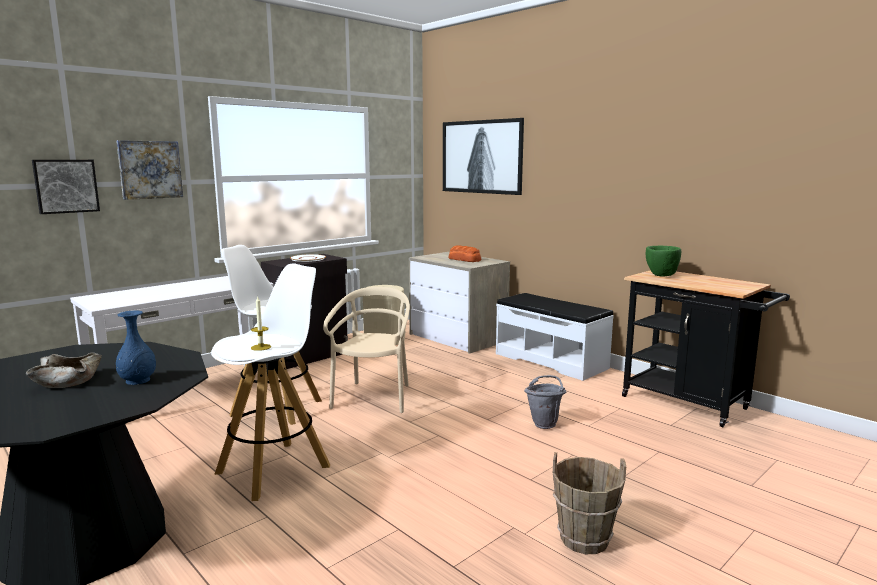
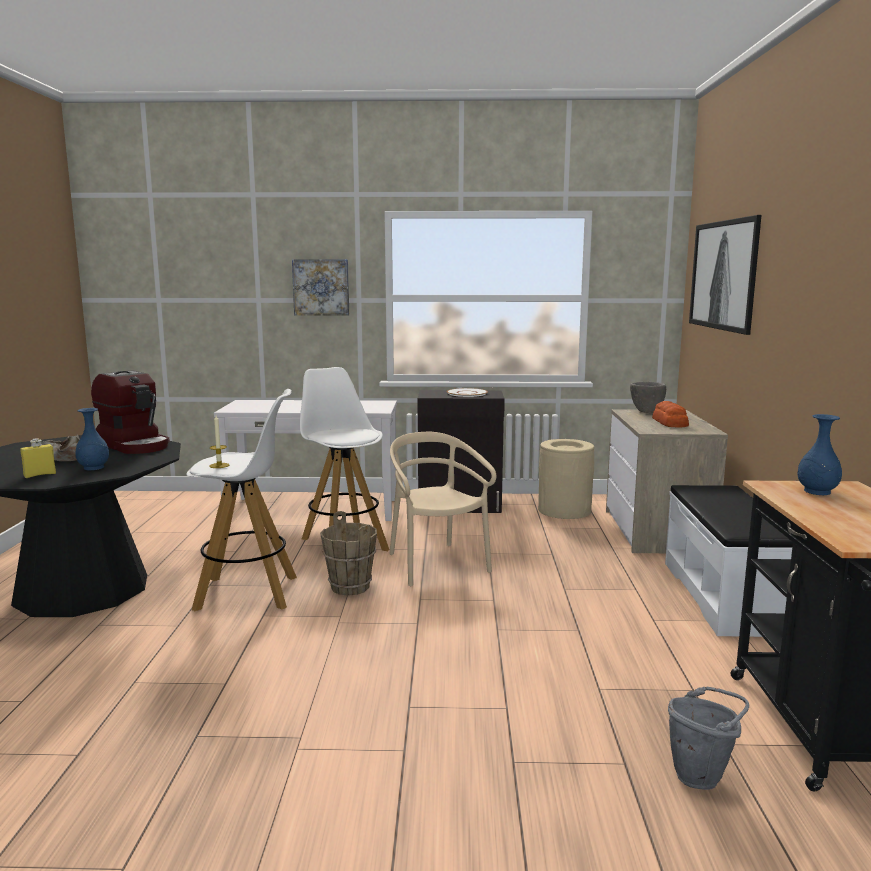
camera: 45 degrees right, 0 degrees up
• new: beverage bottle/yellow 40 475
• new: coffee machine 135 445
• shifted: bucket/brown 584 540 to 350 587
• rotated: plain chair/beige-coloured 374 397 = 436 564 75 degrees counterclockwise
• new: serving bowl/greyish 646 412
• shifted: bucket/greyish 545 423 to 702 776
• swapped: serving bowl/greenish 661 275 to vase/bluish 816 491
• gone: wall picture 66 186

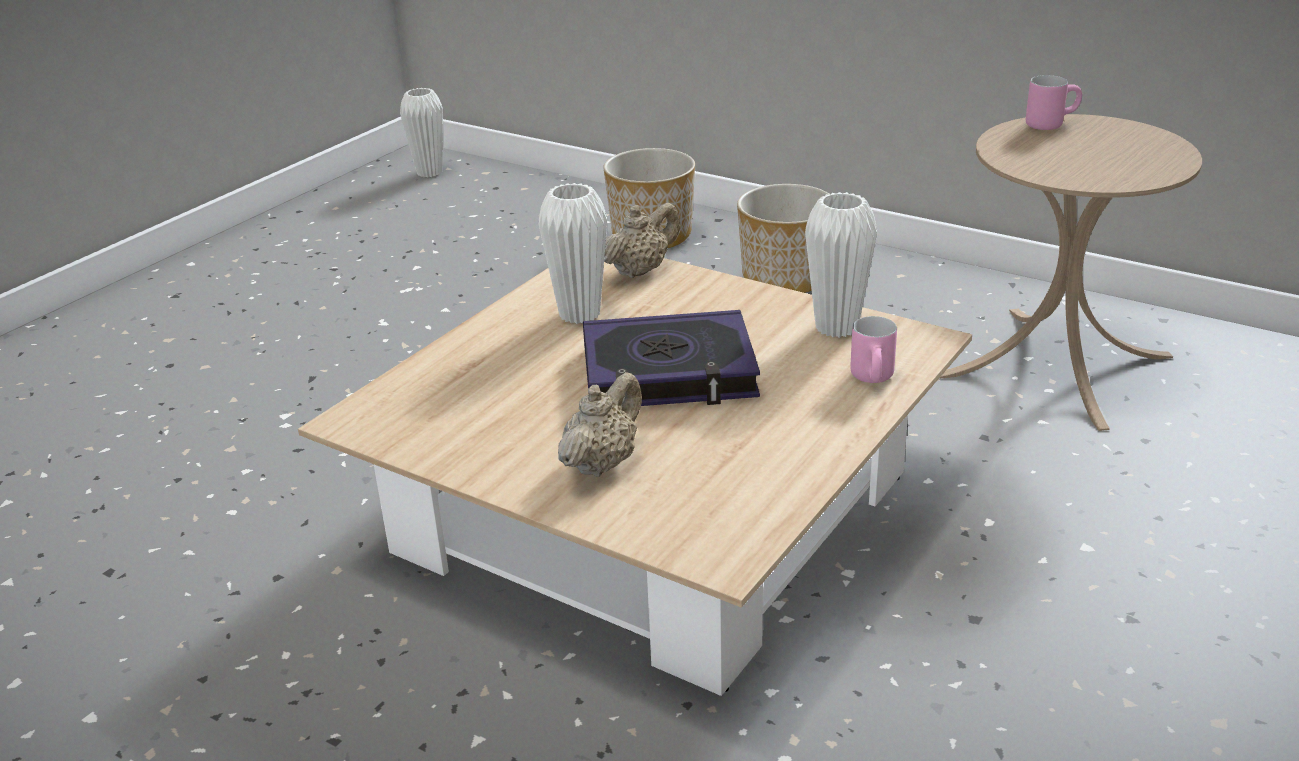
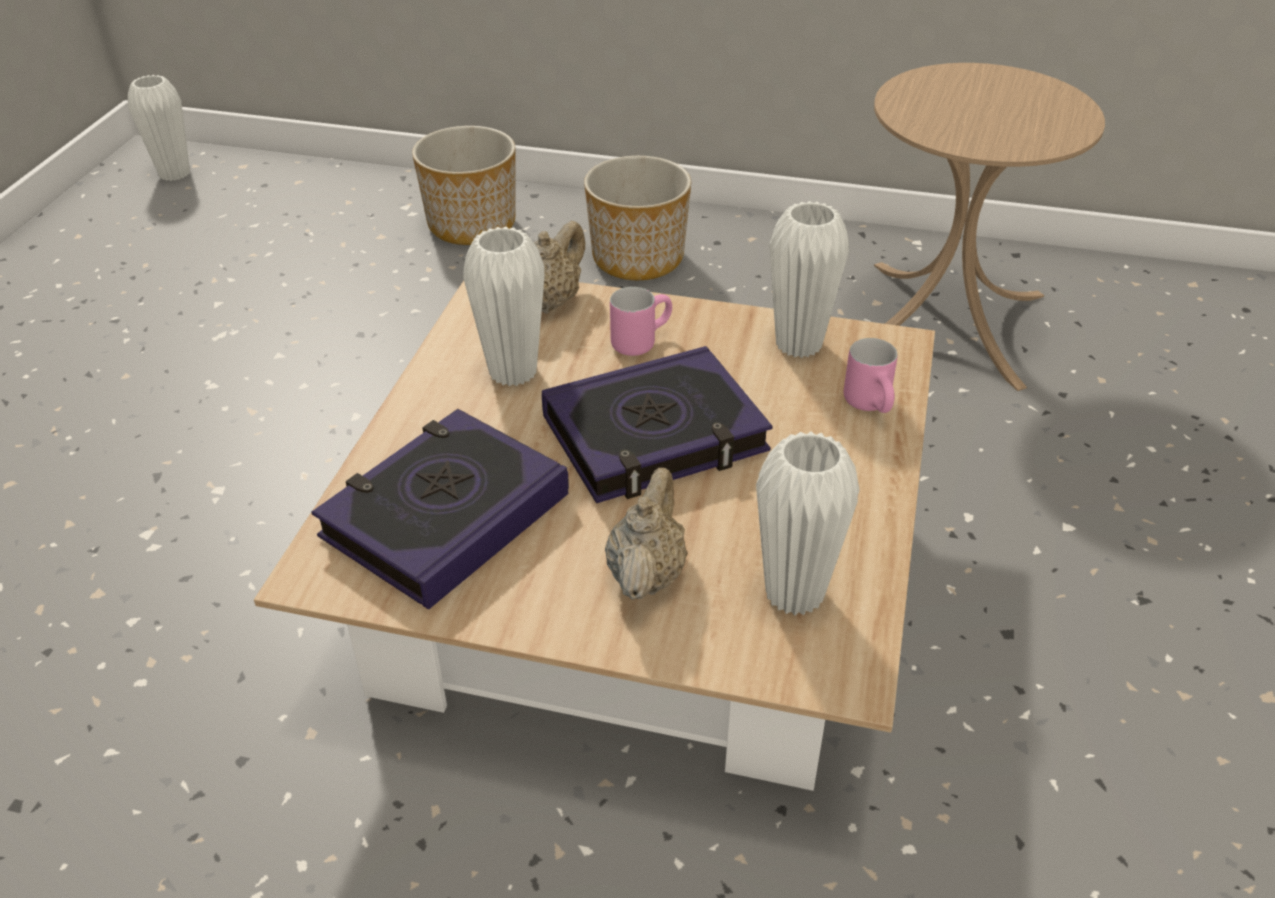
camera: 20 degrees left, 10 degrees up
• new: bound book 445 516
• shifted: mug/pink 1050 123 to 639 340
• new: vase/whitish 794 594

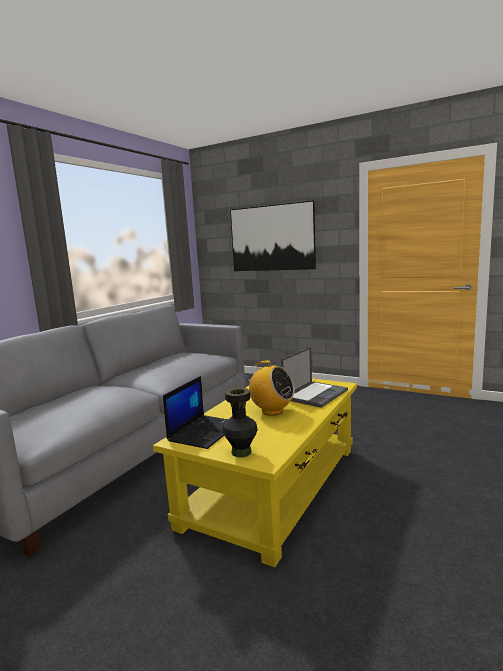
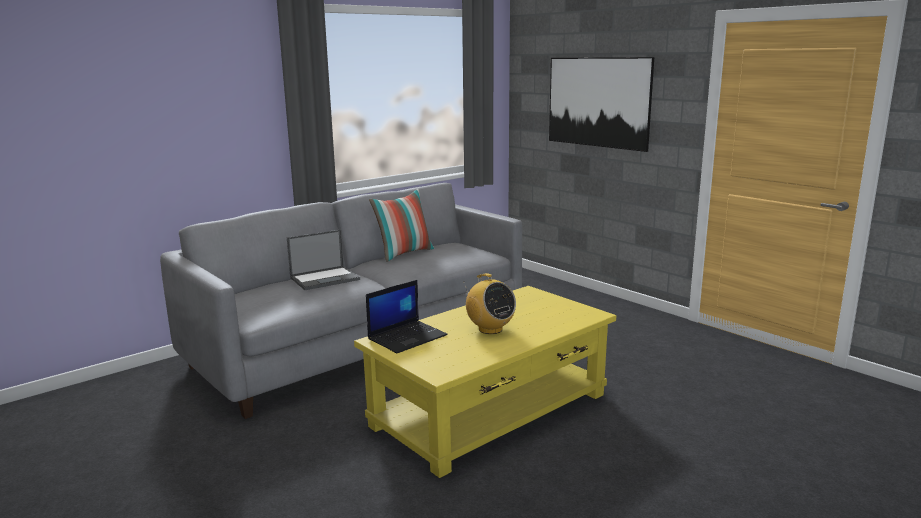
camera: 20 degrees right, 5 degrees up
• shifted: laptop 315 394 to 325 278
• new: cushion 404 254
• gone: vase/black 241 452

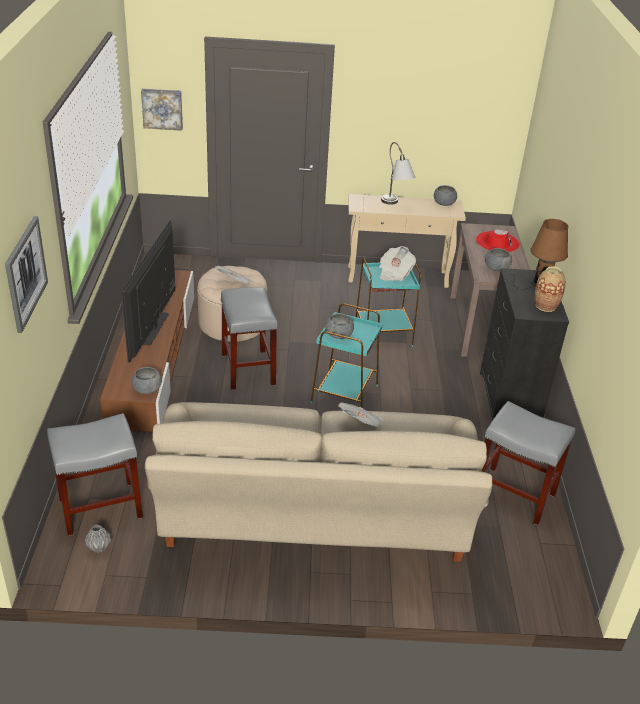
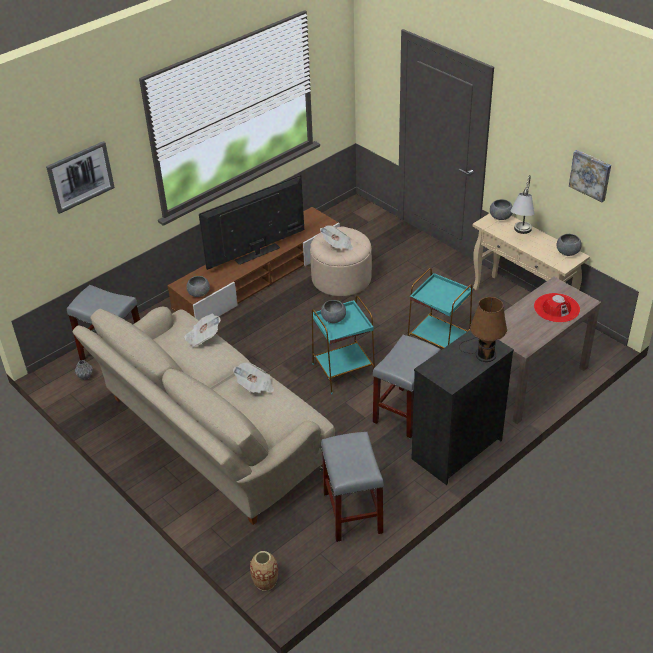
camera: 50 degrees right, 5 degrees up
• shifted: newspaper 394 273 to 203 338
• shifted: vase 545 306 to 265 582
• shifted: stool seat/greyish 248 369 to 405 413
• shifted: serving bowl/greyish 496 268 to 500 217
• shifted: wall picture 162 108 to 591 175

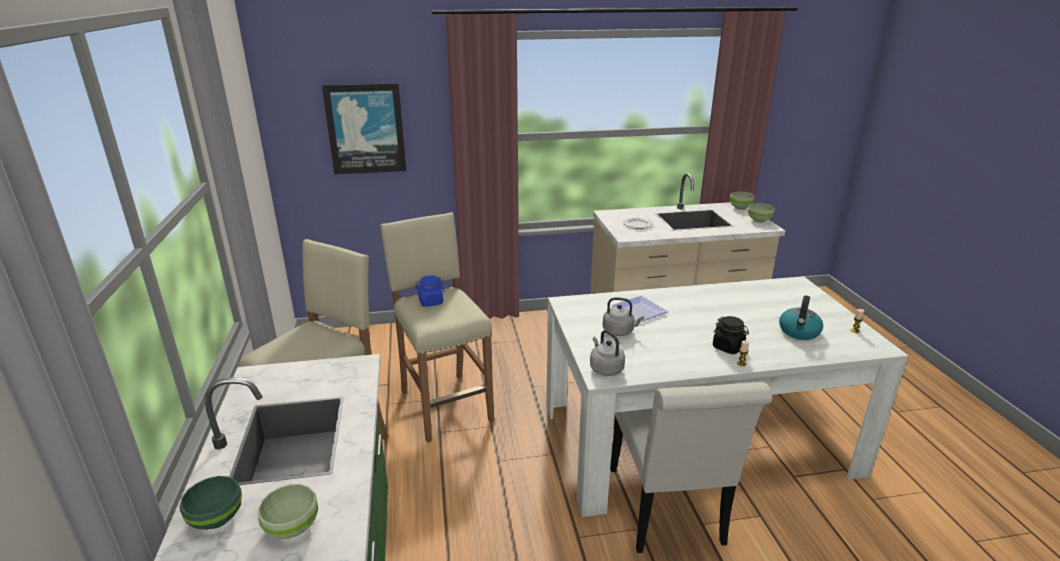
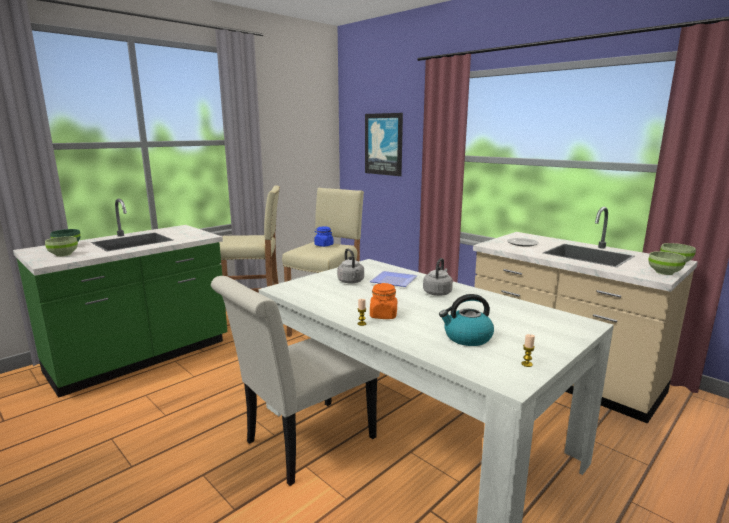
camera: 55 degrees right, 10 degrees down
• repainted: storage jar/black 728 347 to storage jar/orangey 383 315
• shifted: kettle/greyish 605 368 to 437 292

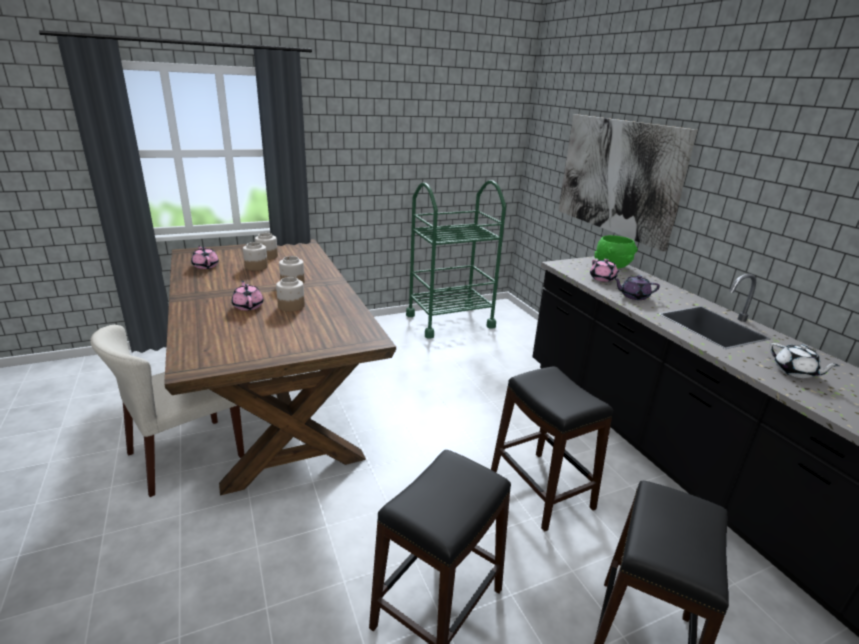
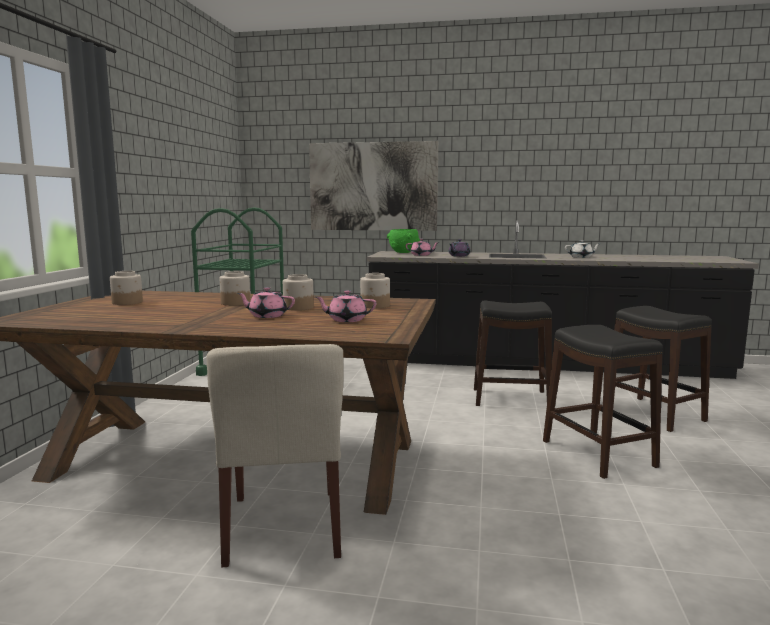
camera: 55 degrees left, 15 degrees down
• shifted: teapot/pink 205 266 to 346 320
• shifted: storage jar 256 267 to 375 306

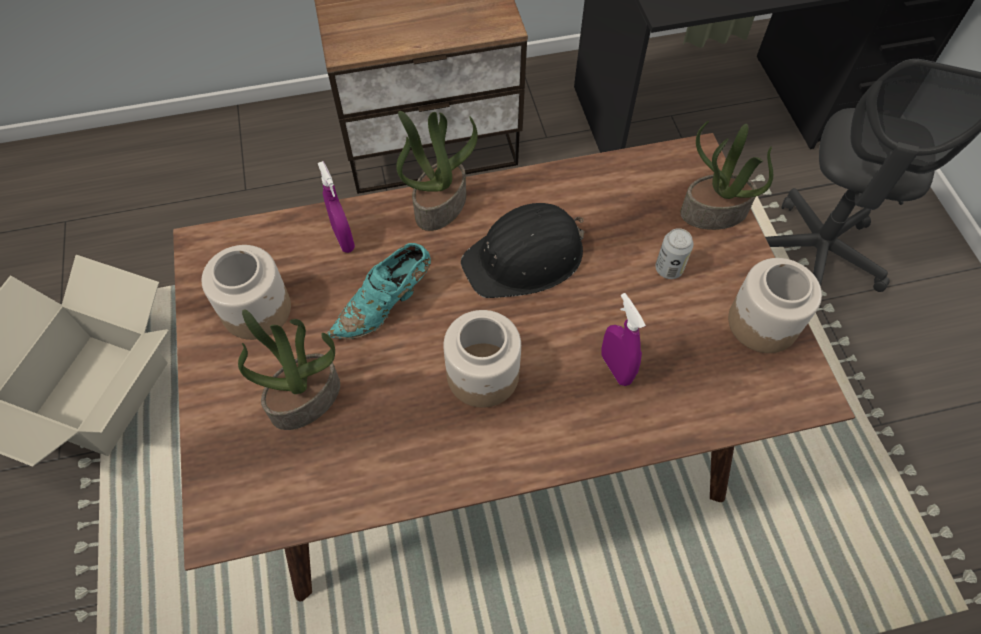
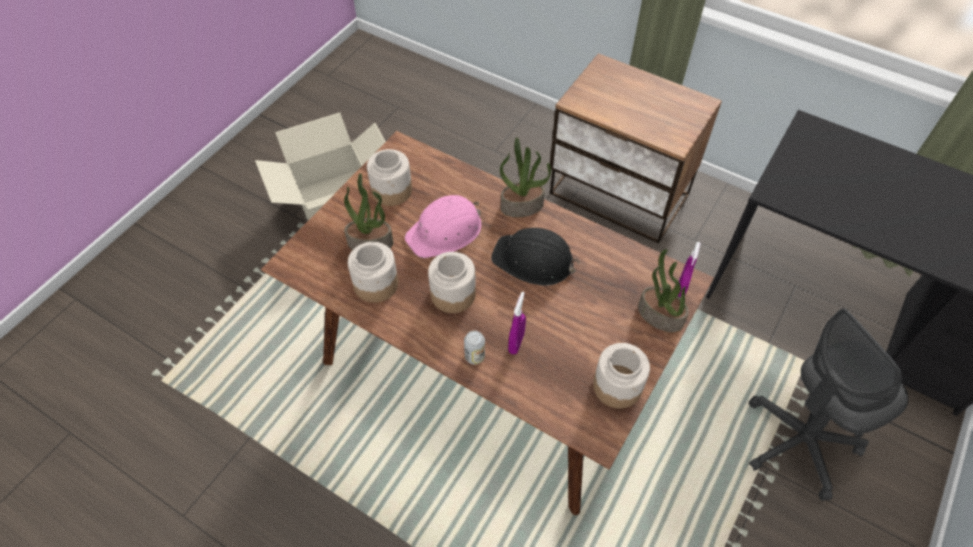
camera: 45 degrees right, 5 degrees down
• new: storage jar 375 284
• swapped: item of footwear/turquoise 385 306 to safety helmet/pink 445 231
• shifted: can 668 269 to 474 356
• shifted: spray bottle/purple 343 239 to 680 291

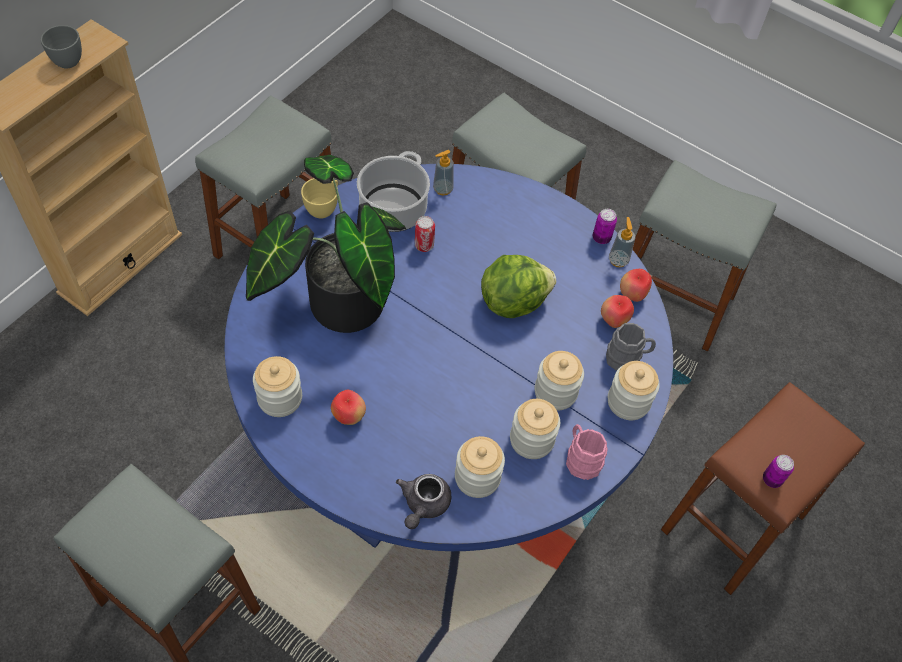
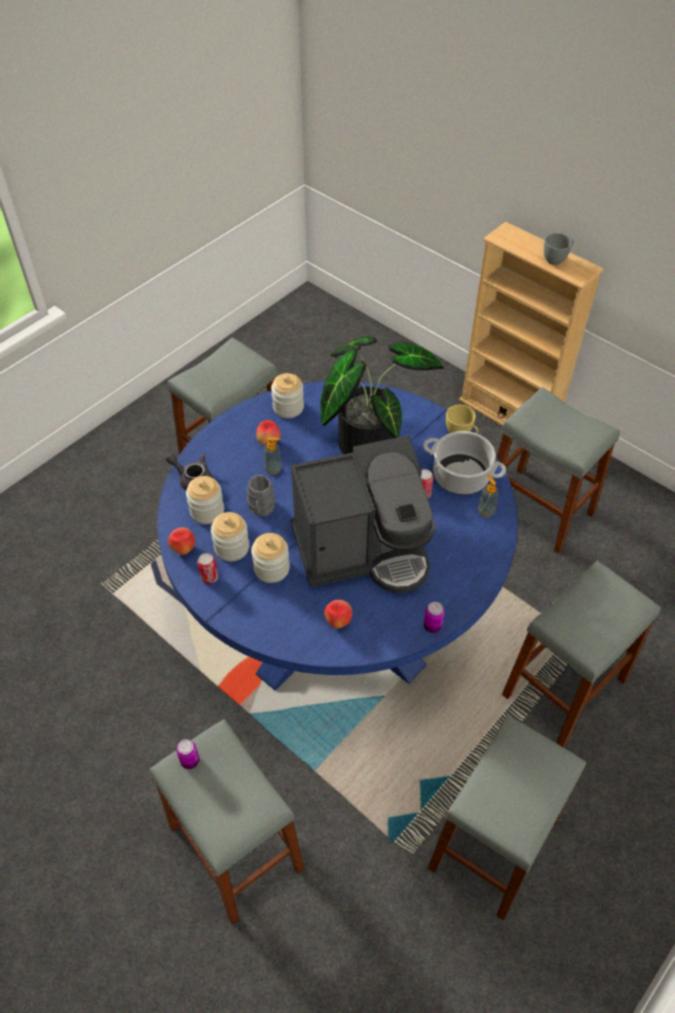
camera: 100 degrees right, 5 degrees down
• repainted: stool seat/brown 733 522 to stool seat/greyish 236 847
• shifted: apple fruit 632 295 to 183 549
• swapped: mug/pink 581 459 to can 209 577
• shifted: mug/greyish 627 358 to 261 509
• shifted: soap bottle 618 260 to 273 469
• swapped: lettuce head 512 301 to coffee machine 363 549
• gone: storage jar 628 402

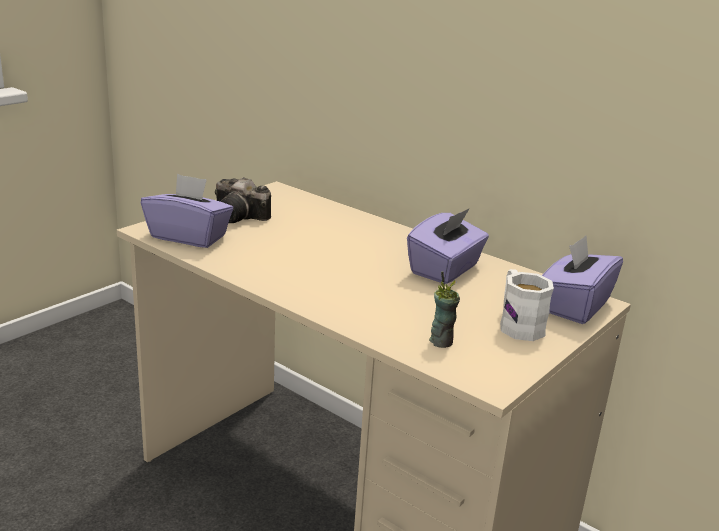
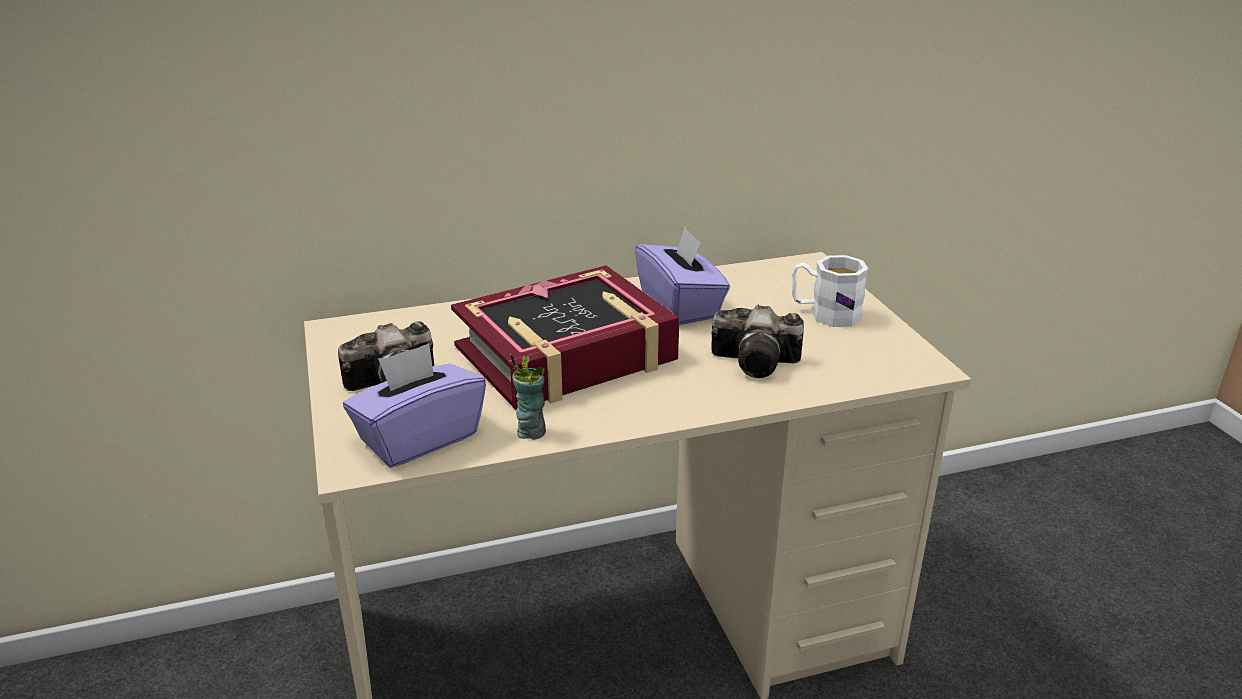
camera: 55 degrees left, 5 degrees up
• new: bound book 566 354
• shifted: cup 441 341 to 531 431
• new: still camera 759 362
• gone: tissue holder/purple 574 306

